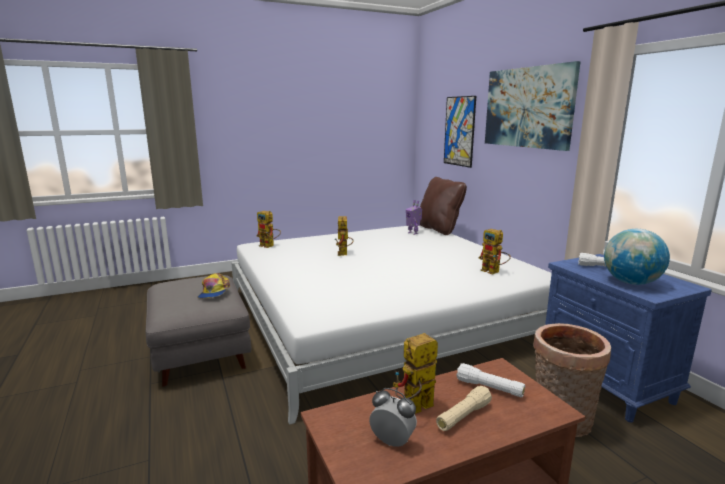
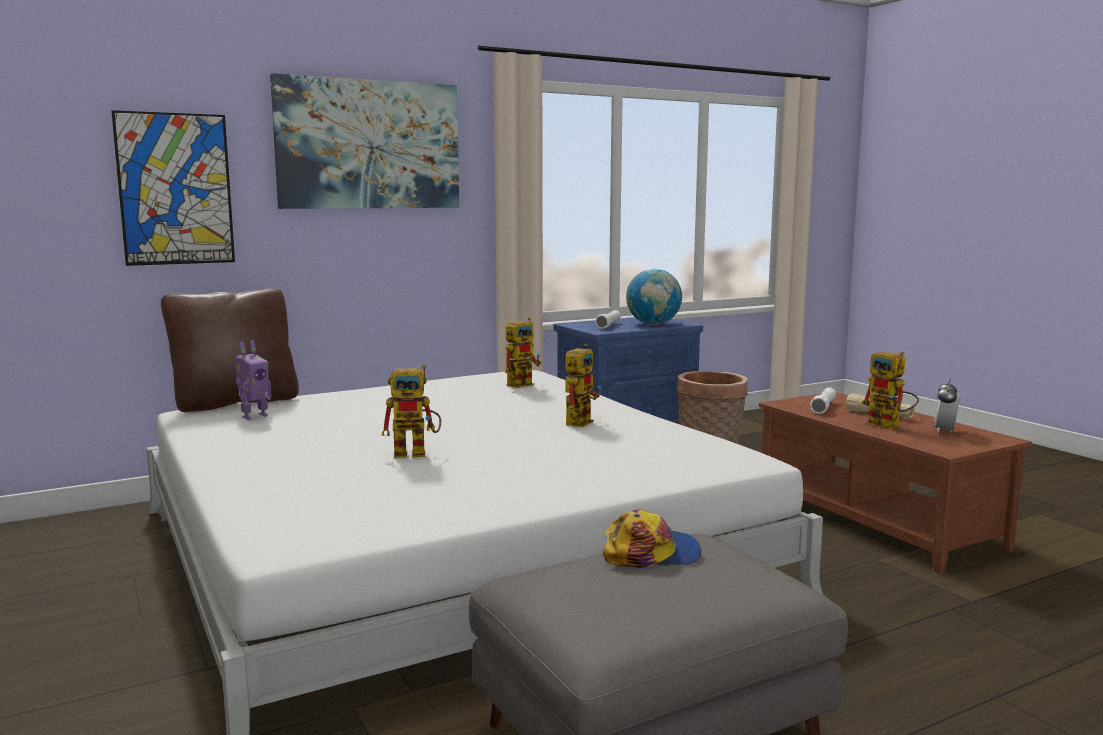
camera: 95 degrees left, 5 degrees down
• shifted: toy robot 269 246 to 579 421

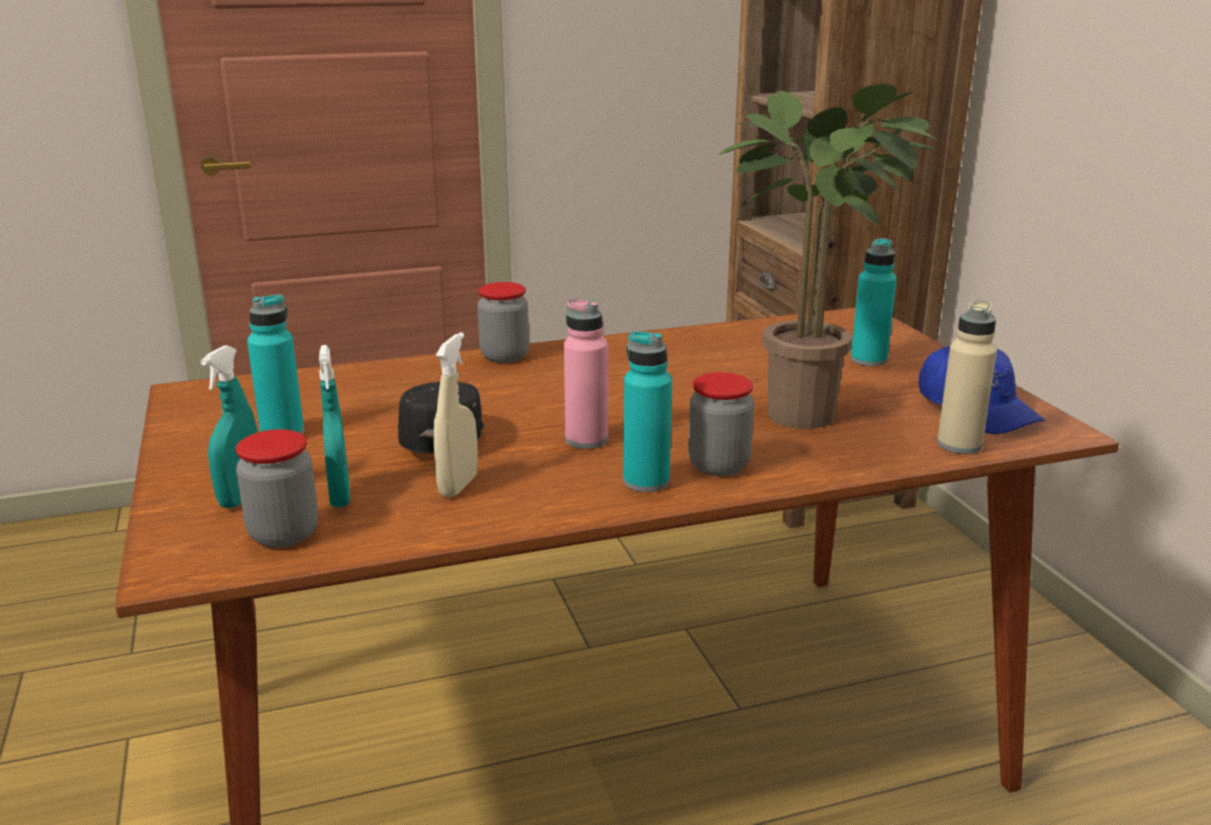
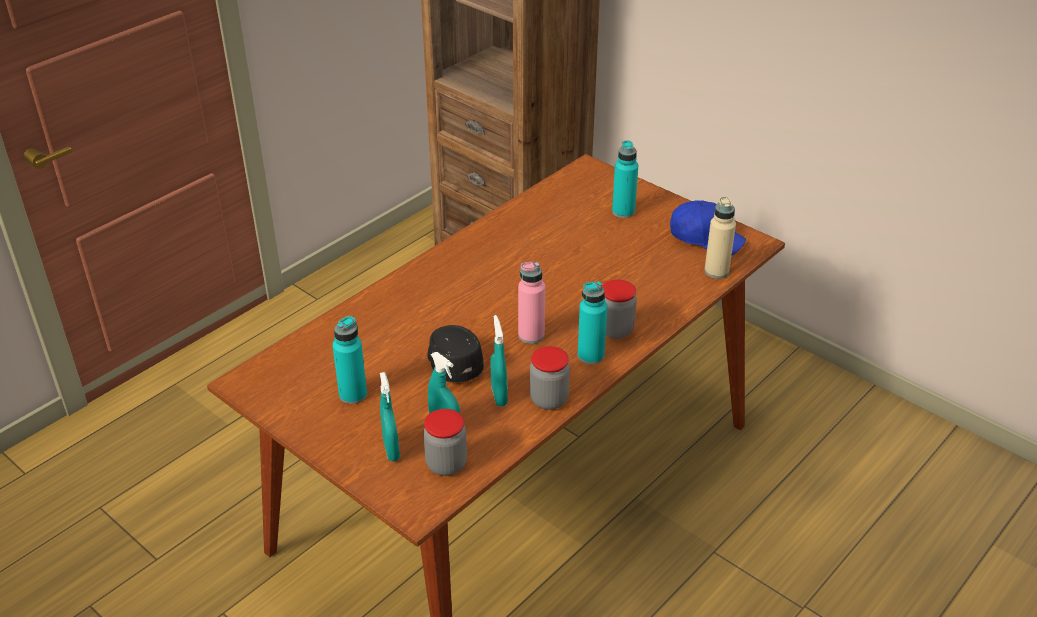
camera: 30 degrees left, 15 degrees up
• repainted: spray bottle/beige-coloured 458 486 to spray bottle/turquoise 499 396
• shifted: storage jar 504 356 to 549 400
• gone: plant in a pot 814 416

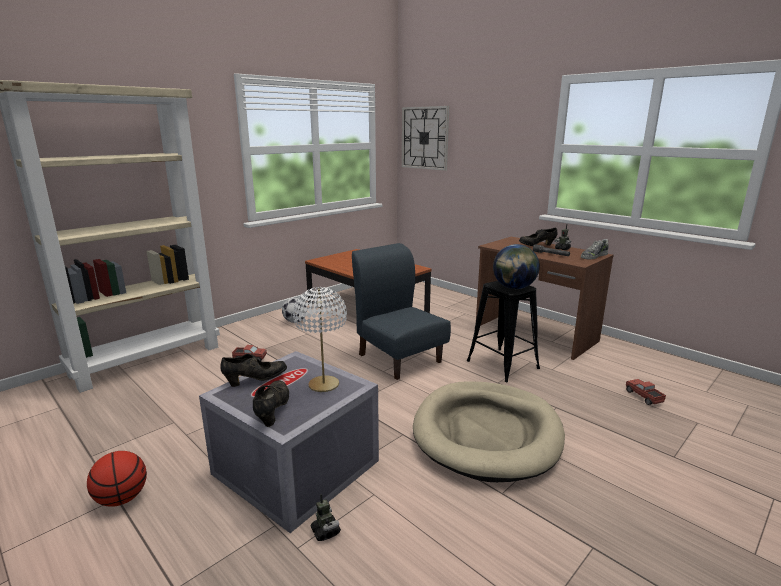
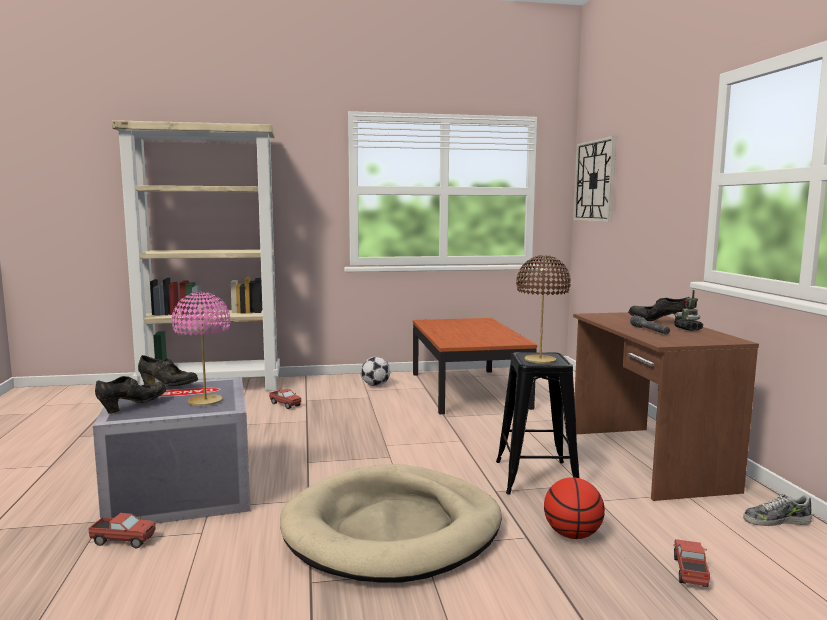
camera: 35 degrees right, 10 degrees down
• swapped: toy robot 325 532 to toy truck 123 541
• repainted: lamp for a table/whitish 324 385 to lamp for a table/pink 205 401
• swapped: globe 514 288 to lamp for a table/brown 540 360
• shifted: basketball ball 122 499 to 572 535
• shifted: item of footwear 593 256 to 776 521
• gone: plain chair/bluish 399 358

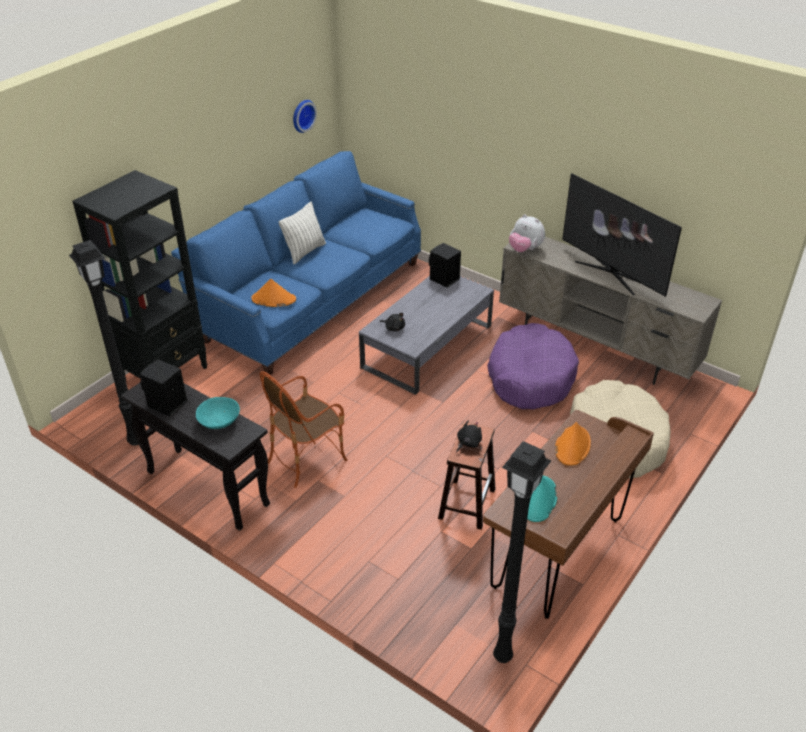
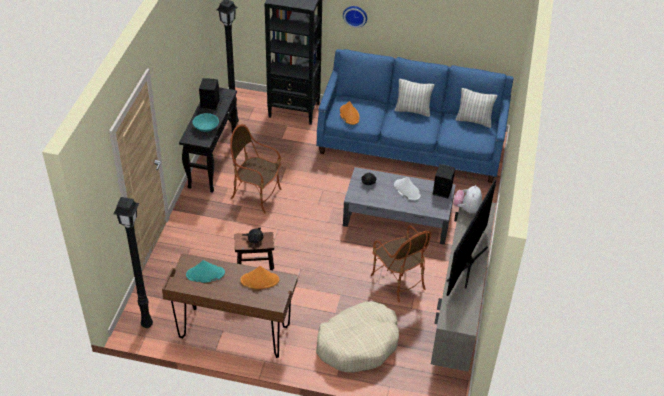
camera: 65 degrees right, 5 degrees up
• shifted: hanging clock 302 115 to 355 15
• swapped: pet bed/purple 530 377 to lounge chair 398 280
• new: clothing hat/whitish 407 190
• new: cushion 474 121

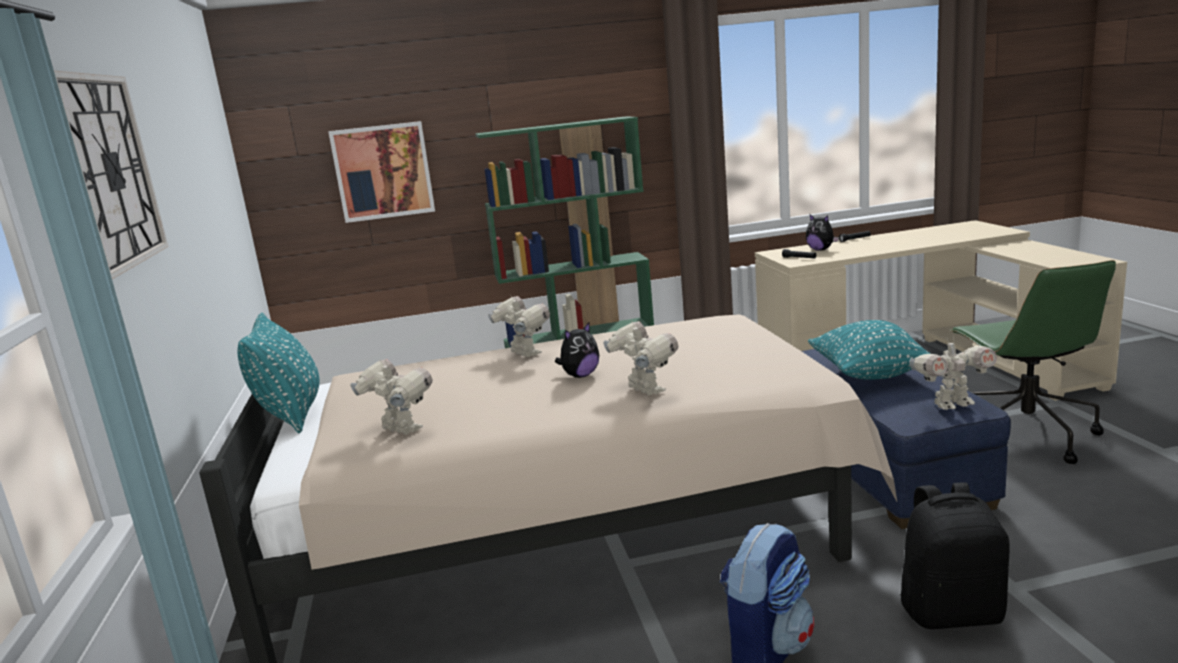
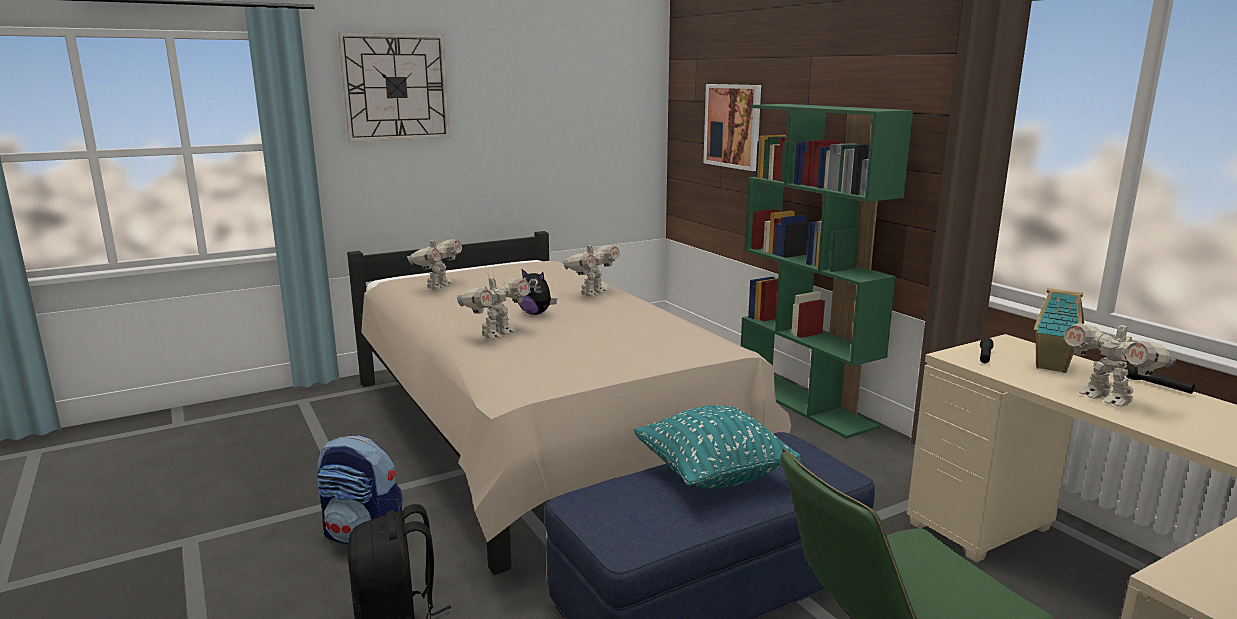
camera: 70 degrees right, 0 degrees up
• swapped: plush toy 821 250 to model house 1053 367
• shifted: toy robot 951 404 to 1107 398
• gone: cushion/turquoise 292 415

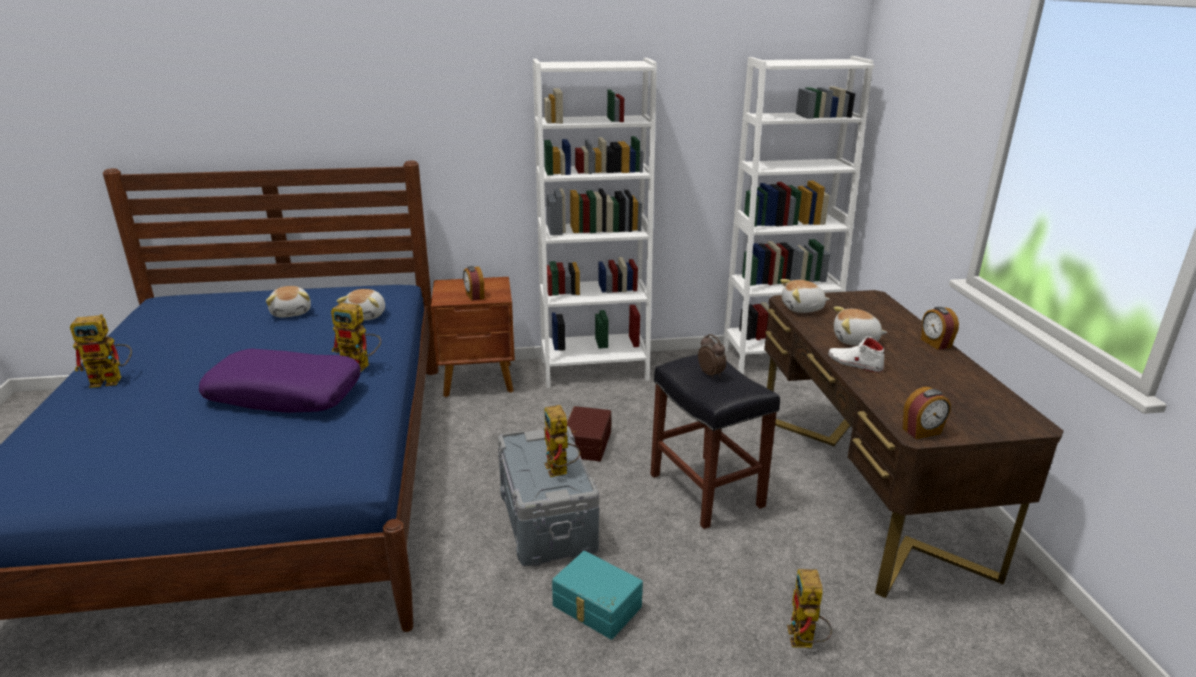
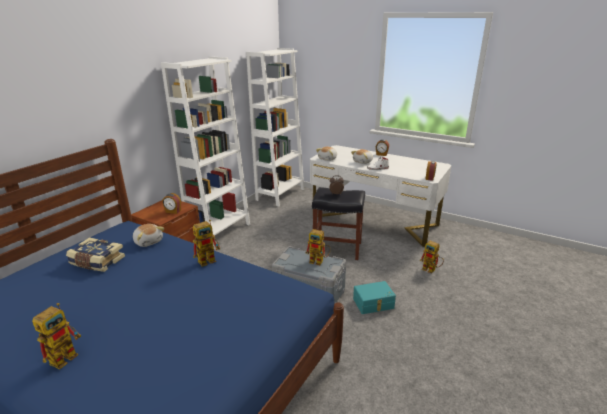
camera: 50 degrees left, 0 degrees up
• swapped: plush toy 292 312 to bound book 97 262
• repainted: desk table/brown 865 488 to desk table/whitish 374 221
• gone: cushion/purple 285 394
• gone: storage box/brown 585 443

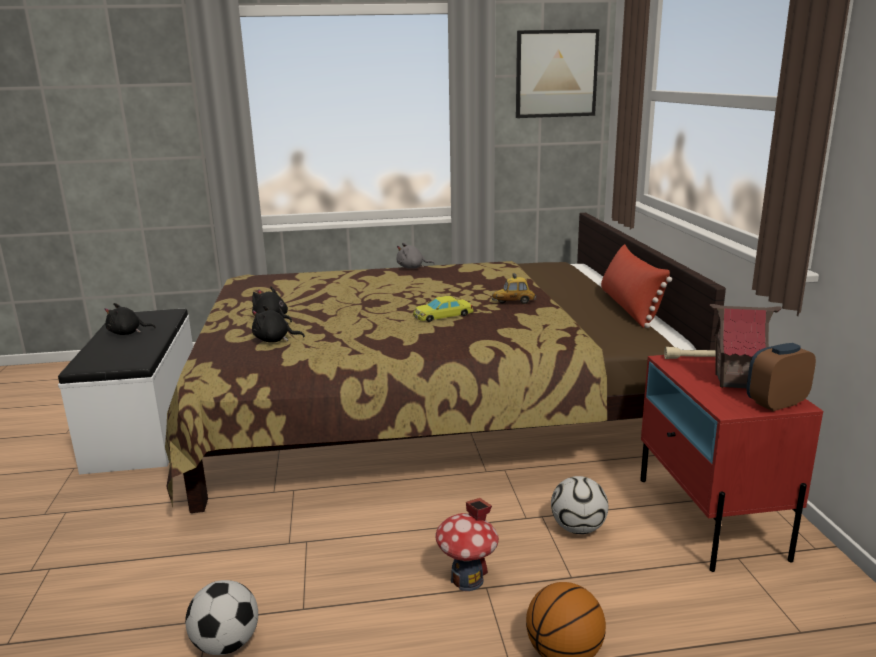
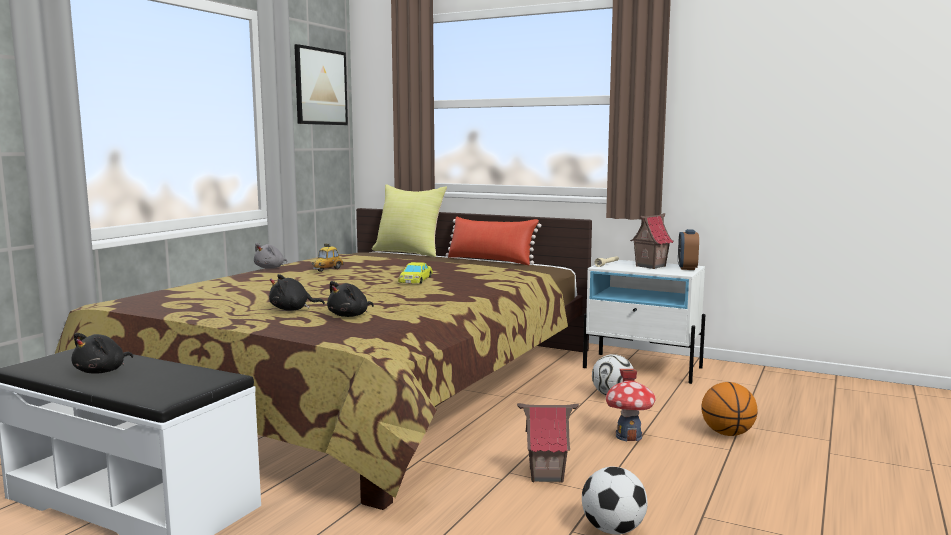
camera: 55 degrees left, 10 degrees down
• shifted: model car 513 302 to 327 270
• new: cushion/yellow 409 252
• new: model house 546 475
• repainted: bedside table/red 710 517 to bedside table/whitish 643 368

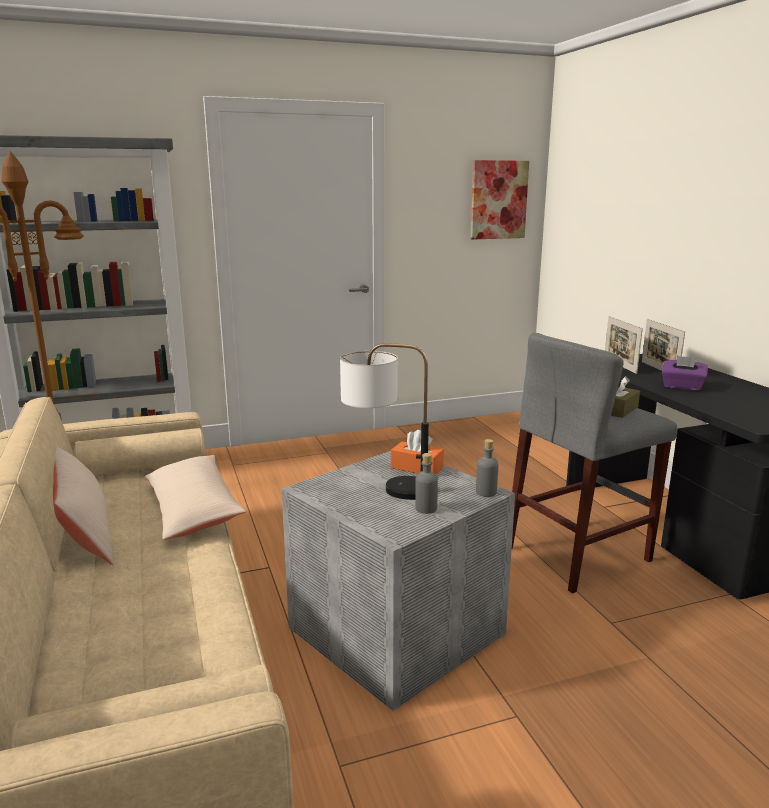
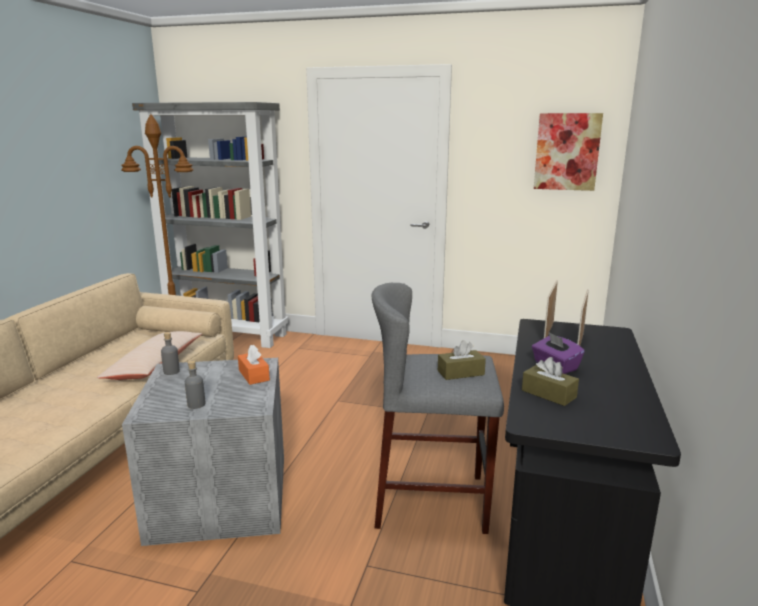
camera: 35 degrees right, 0 degrees up
• shifted: beverage bottle/greyish 486 492 to 171 371
• new: tissue holder/brown 548 394
• gone: cushion/beige-coloured 84 532
• gone: lamp for a table 386 487

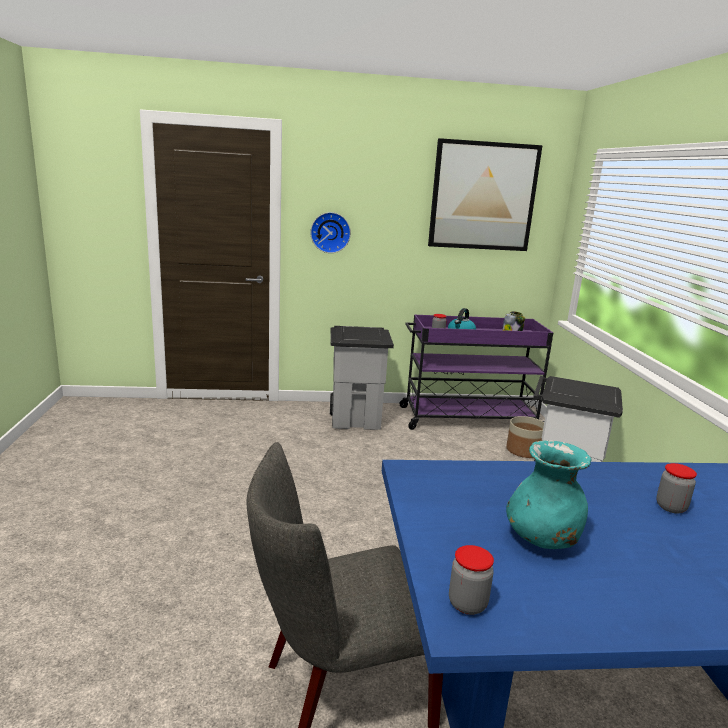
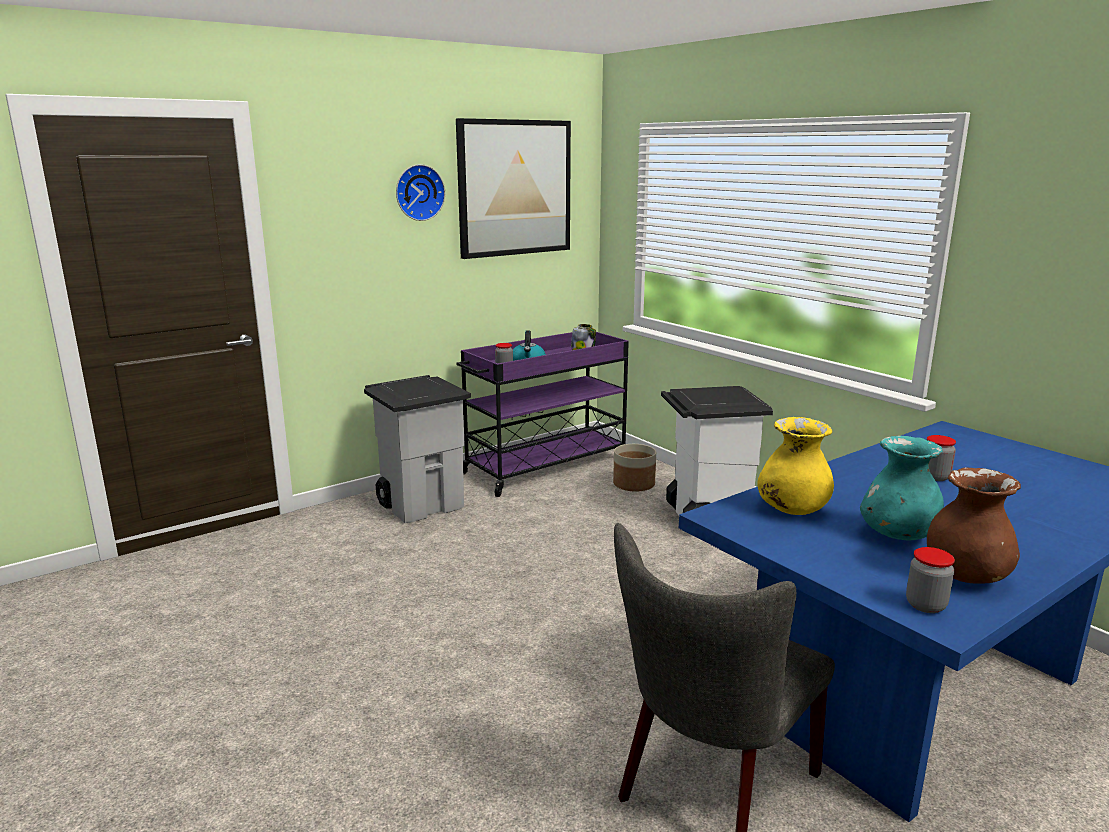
camera: 30 degrees left, 0 degrees up
• shifted: hanging clock 330 232 to 418 192
• new: vase/yellow 792 510
• new: vase/brown 966 576

